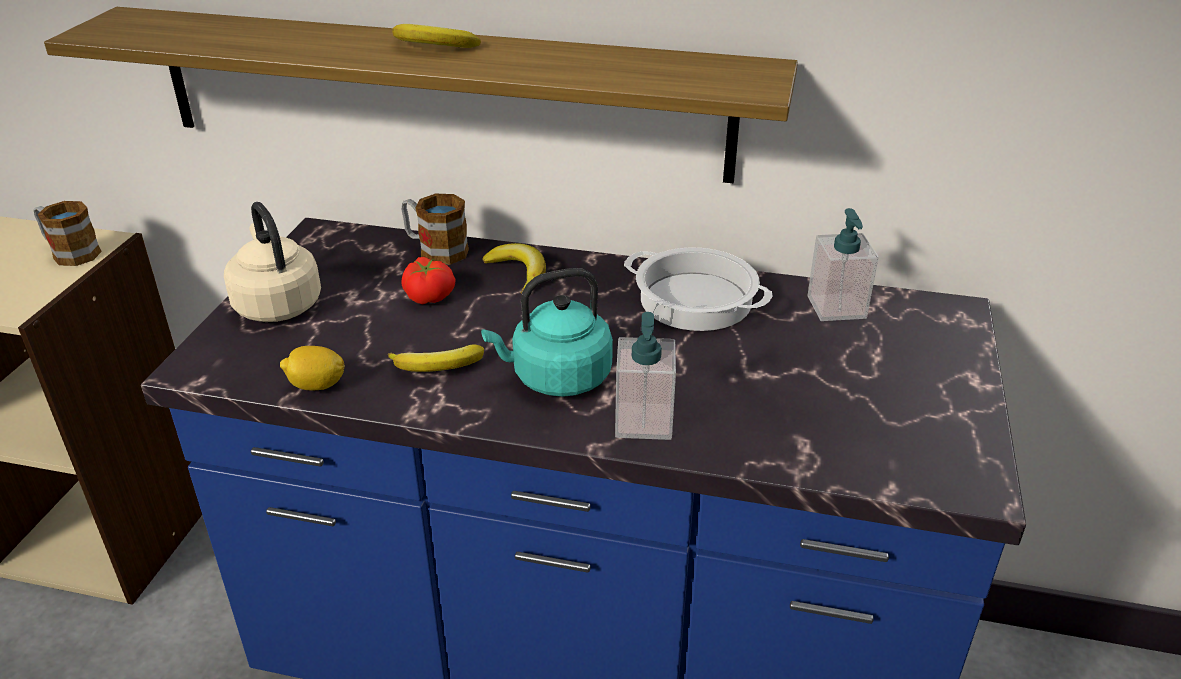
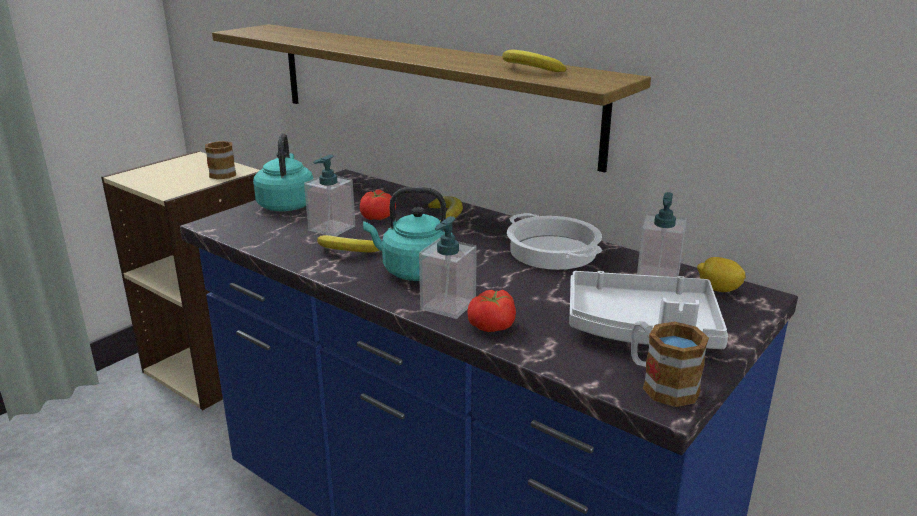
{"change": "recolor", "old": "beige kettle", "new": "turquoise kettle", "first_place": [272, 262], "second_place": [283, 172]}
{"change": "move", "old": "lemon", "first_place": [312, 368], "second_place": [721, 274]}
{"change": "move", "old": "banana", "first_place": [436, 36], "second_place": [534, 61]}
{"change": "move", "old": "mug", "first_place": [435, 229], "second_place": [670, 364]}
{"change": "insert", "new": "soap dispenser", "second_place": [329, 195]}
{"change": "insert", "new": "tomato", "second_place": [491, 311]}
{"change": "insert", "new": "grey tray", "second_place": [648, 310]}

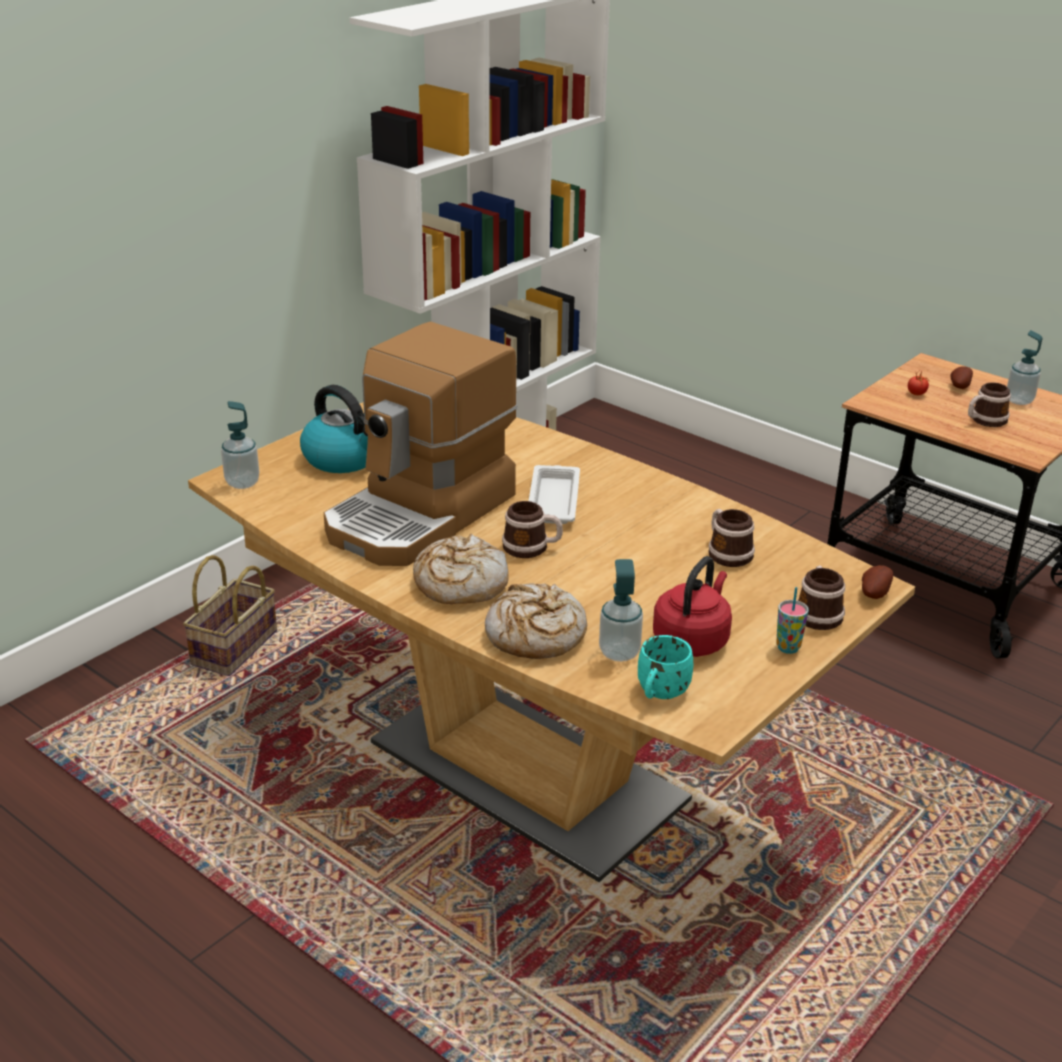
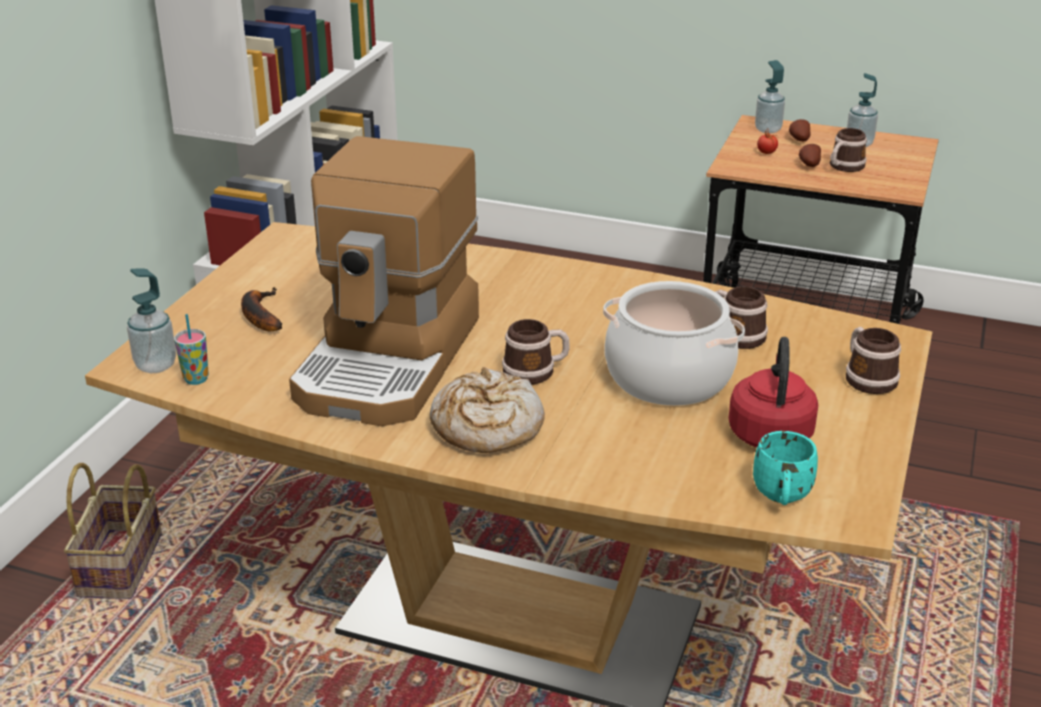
{"change": "replace", "old": "kettle", "new": "banana", "first_place": [334, 429], "second_place": [261, 309]}
{"change": "delete", "old": "bread", "first_place": [536, 621]}
{"change": "delete", "old": "white tray", "first_place": [554, 494]}
{"change": "move", "old": "soap dispenser", "first_place": [621, 610], "second_place": [770, 96]}
{"change": "move", "old": "cup", "first_place": [792, 620], "second_place": [191, 349]}
{"change": "move", "old": "potato", "first_place": [877, 582], "second_place": [810, 155]}
{"change": "insert", "new": "cooking pot", "second_place": [674, 343]}

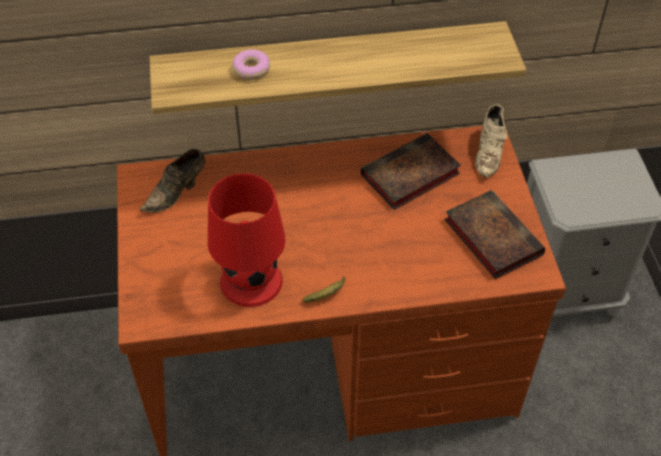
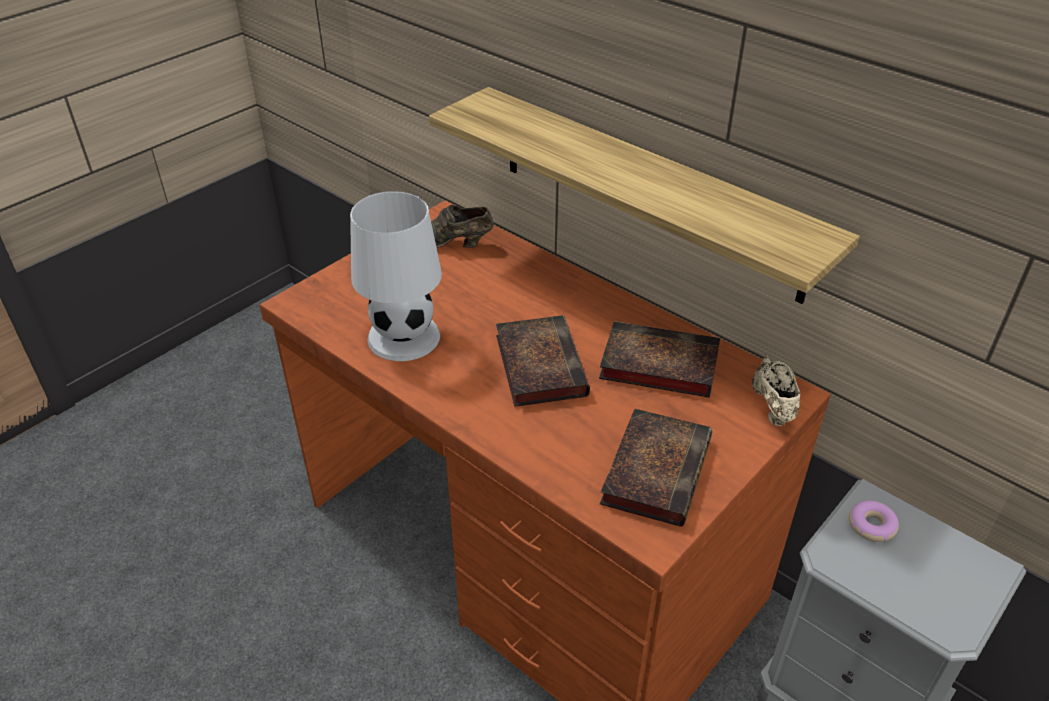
{"change": "recolor", "old": "red table lamp", "new": "white table lamp", "first_place": [247, 240], "second_place": [396, 276]}
{"change": "move", "old": "donut", "first_place": [251, 64], "second_place": [874, 521]}
{"change": "delete", "old": "banana", "first_place": [324, 290]}
{"change": "rotate", "old": "beige shoe", "first_place": [491, 141], "second_place": [776, 390], "degrees": 120}
{"change": "insert", "new": "book", "second_place": [543, 361]}

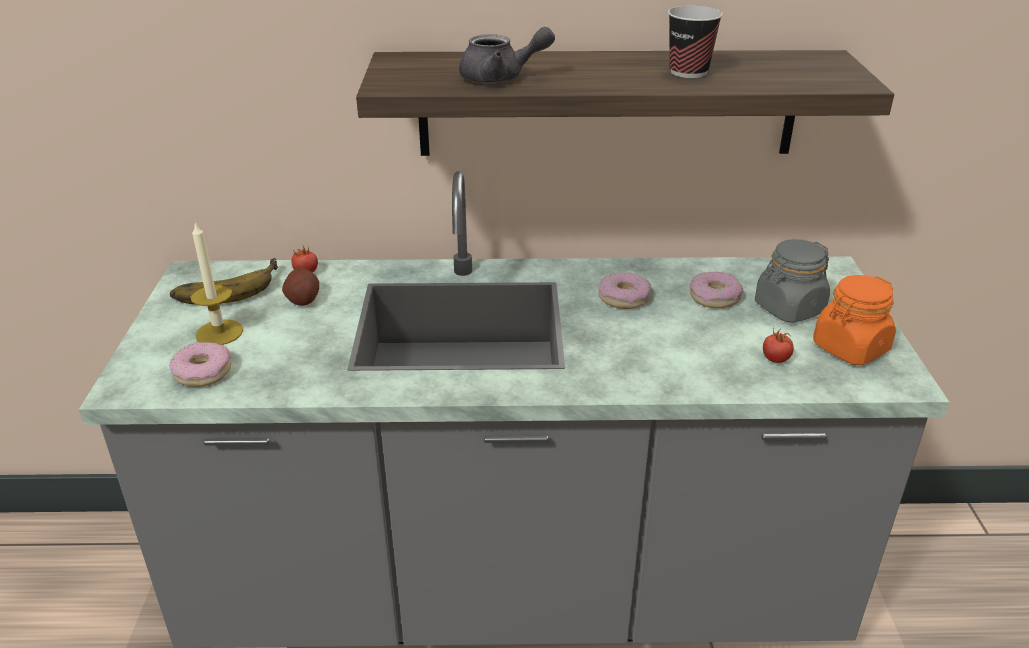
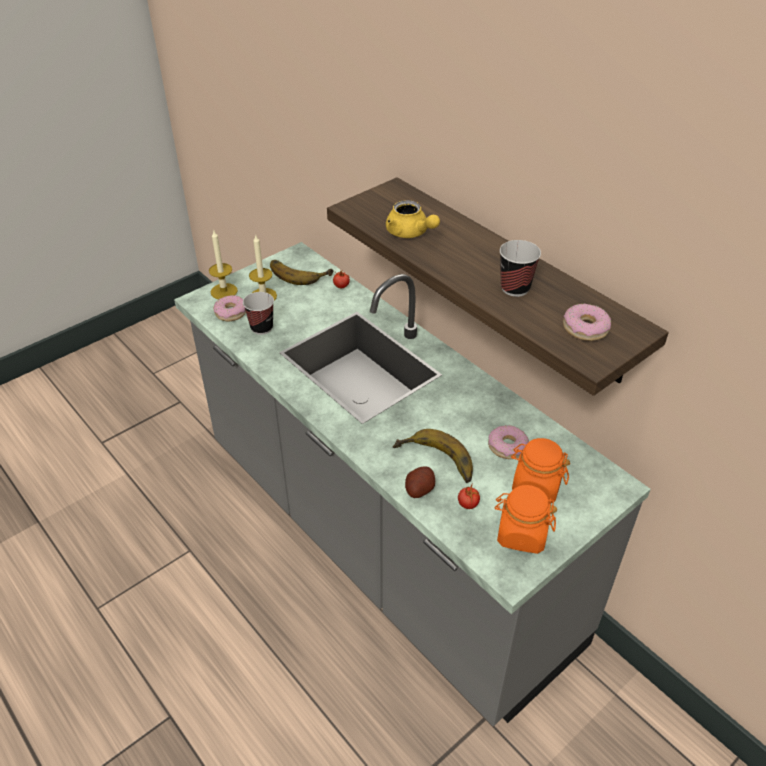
{"change": "move", "old": "potato", "first_place": [300, 287], "second_place": [420, 482]}
{"change": "recolor", "old": "grey teapot", "new": "yellow teapot", "first_place": [507, 55], "second_place": [413, 219]}
{"change": "move", "old": "donut", "first_place": [624, 290], "second_place": [587, 322]}
{"change": "recolor", "old": "grey jar", "new": "orange jar", "first_place": [792, 281], "second_place": [540, 470]}
{"change": "insert", "new": "candle", "second_place": [223, 265]}
{"change": "insert", "new": "cup", "second_place": [258, 313]}
{"change": "insert", "new": "banana", "second_place": [433, 456]}

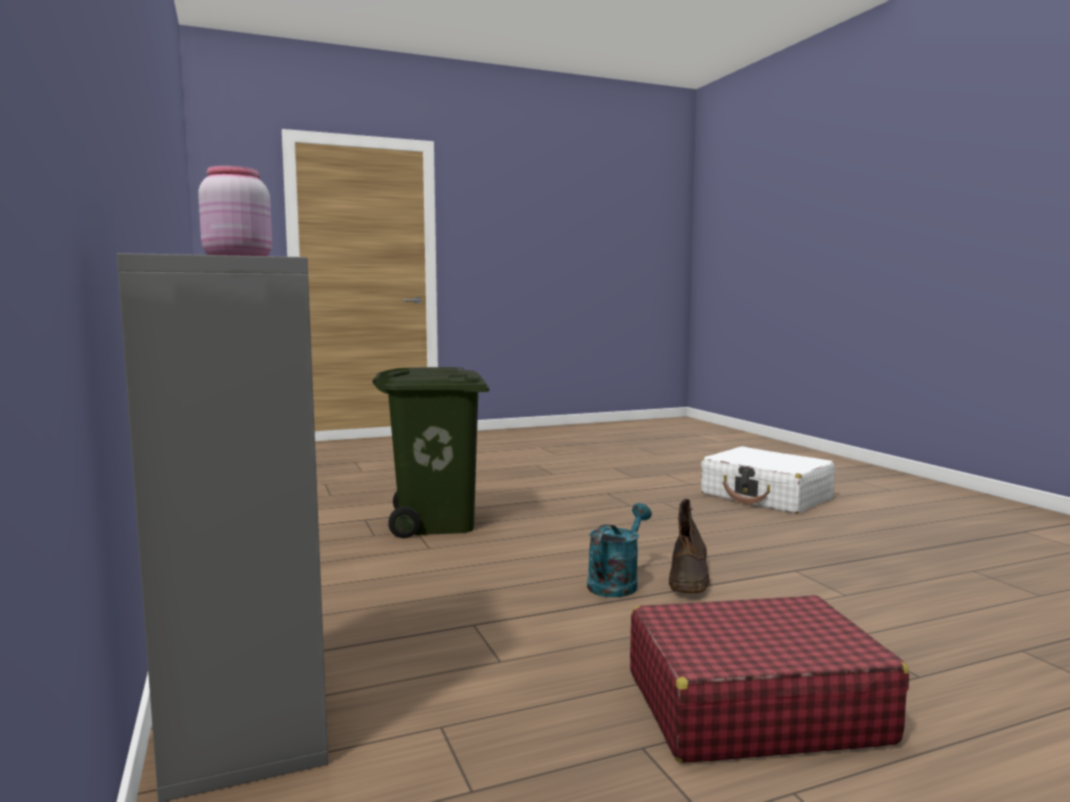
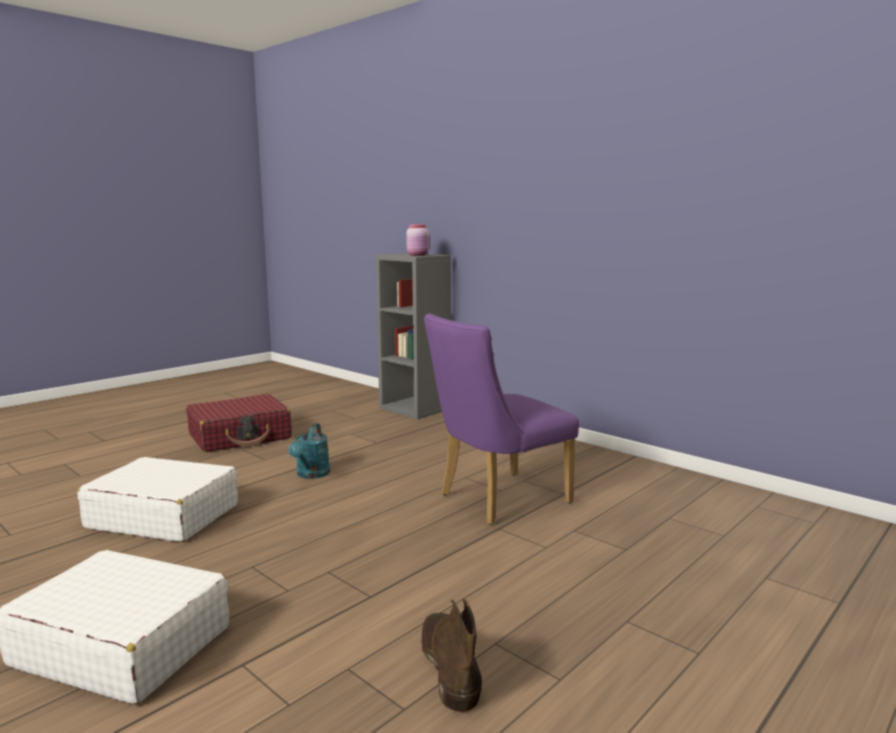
{"change": "replace", "old": "green trash can", "new": "purple chair", "first_place": [430, 452], "second_place": [501, 419]}
{"change": "move", "old": "brown boot", "first_place": [689, 546], "second_place": [451, 656]}
{"change": "insert", "new": "white suitcase", "second_place": [157, 499]}

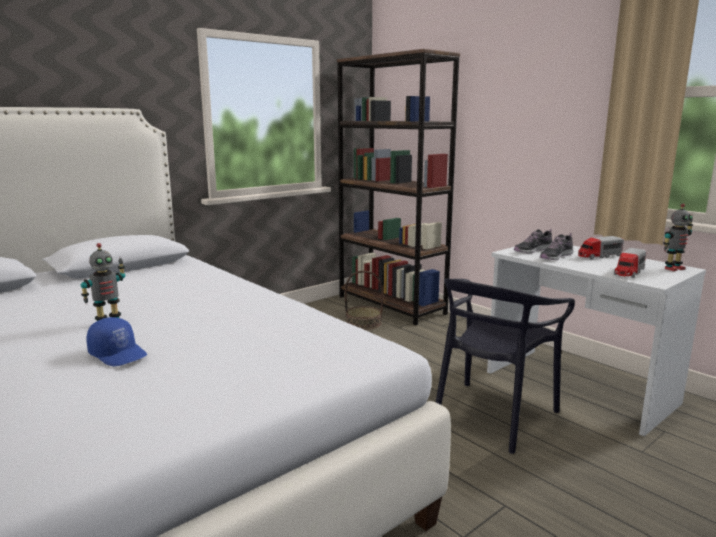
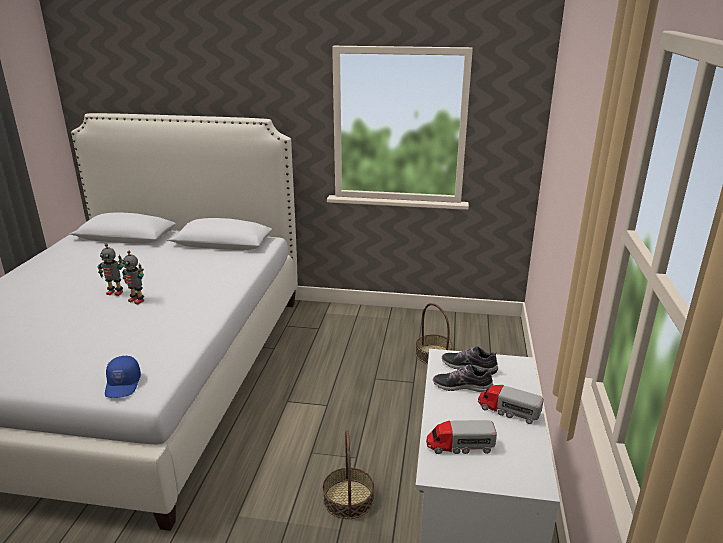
{"change": "move", "old": "blue cap", "first_place": [117, 341], "second_place": [123, 377]}
{"change": "delete", "old": "brown bookcase", "first_place": [398, 187]}
{"change": "replace", "old": "black chair", "new": "basket", "first_place": [505, 366], "second_place": [348, 474]}
{"change": "move", "old": "toy robot", "first_place": [678, 237], "second_place": [132, 277]}

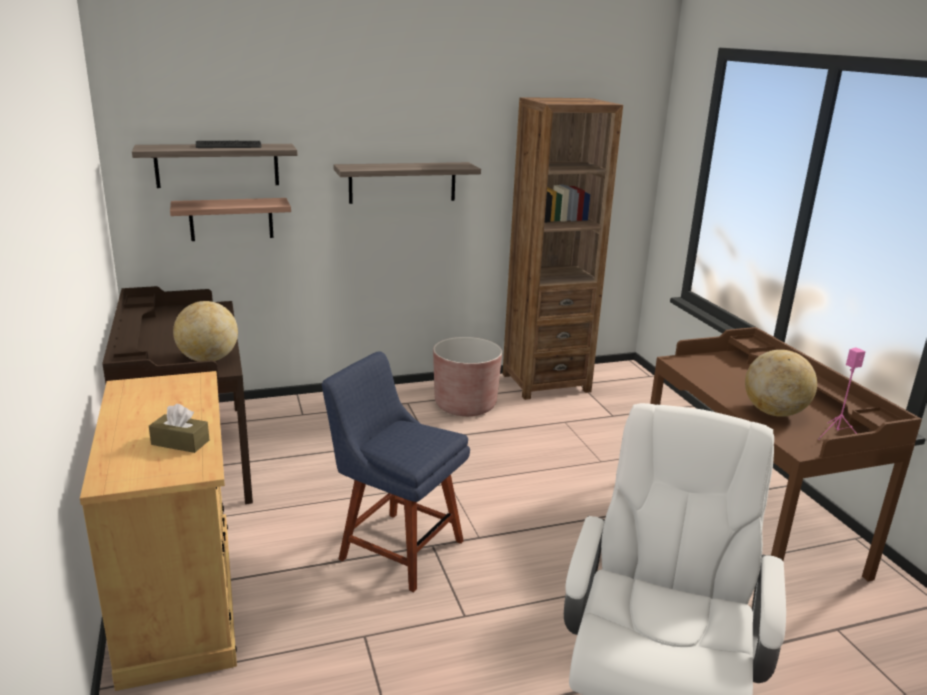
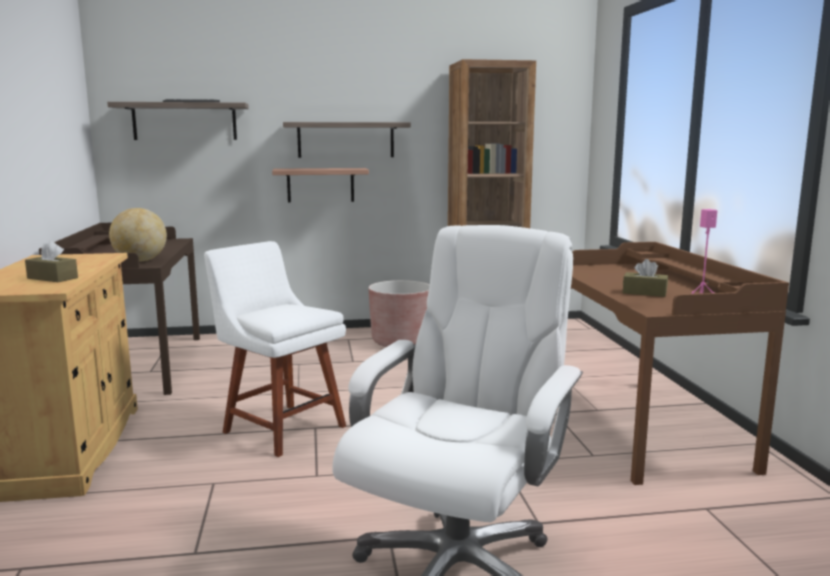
{"change": "move", "old": "shelf", "first_place": [230, 219], "second_place": [320, 185]}
{"change": "recolor", "old": "blue chair", "new": "white chair", "first_place": [396, 471], "second_place": [275, 349]}
{"change": "replace", "old": "globe", "new": "brown tissue box", "first_place": [781, 383], "second_place": [645, 278]}

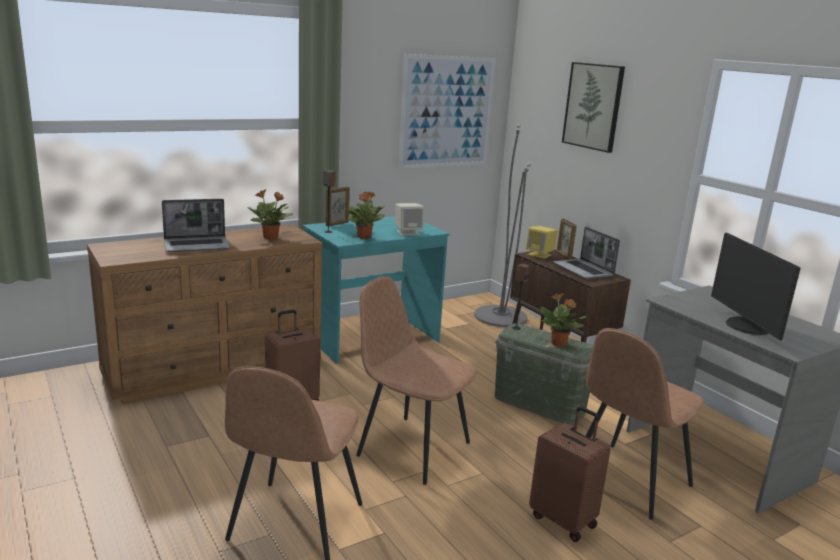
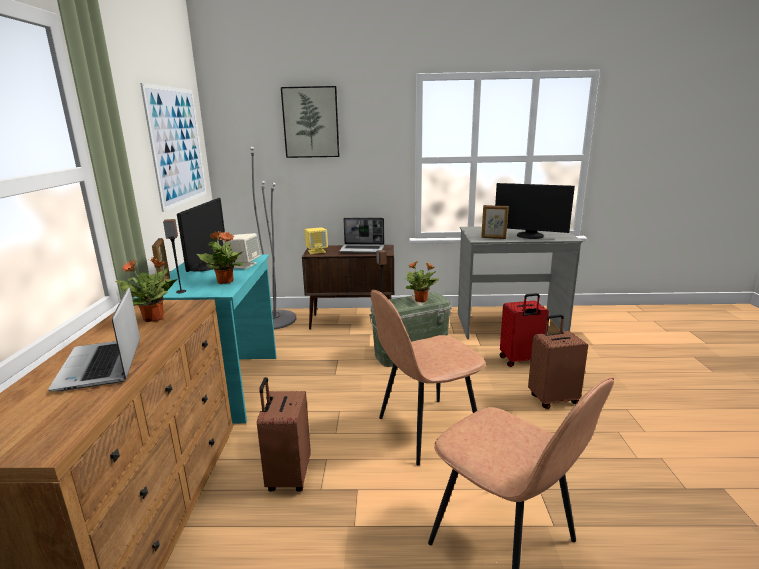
{"change": "rotate", "old": "laptop", "first_place": [196, 225], "second_place": [94, 339], "degrees": 150}
{"change": "move", "old": "picture frame", "first_place": [567, 239], "second_place": [495, 222]}
{"change": "replace", "old": "brown chair", "new": "red suitcase", "first_place": [645, 424], "second_place": [524, 330]}
{"change": "insert", "new": "monitor", "second_place": [201, 235]}

